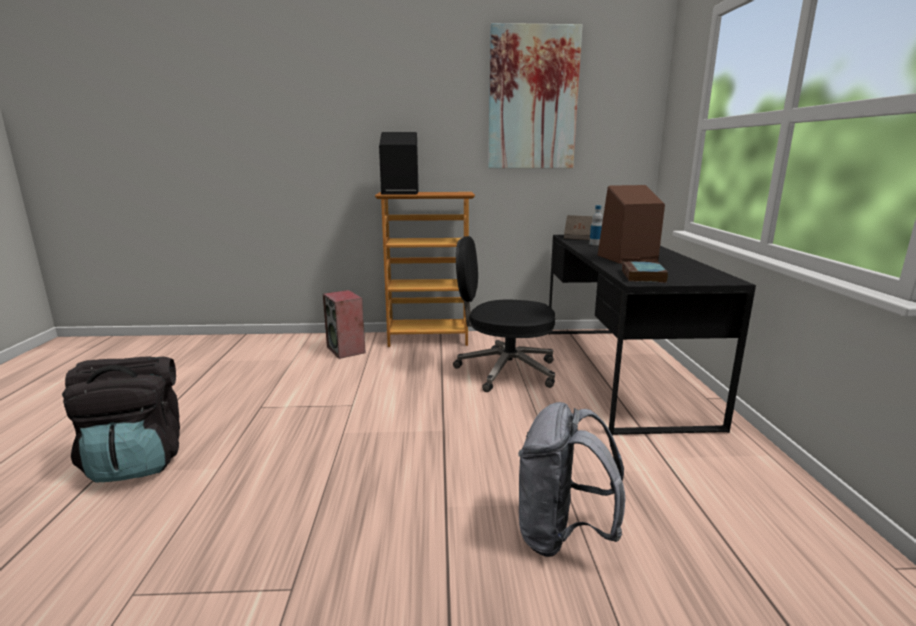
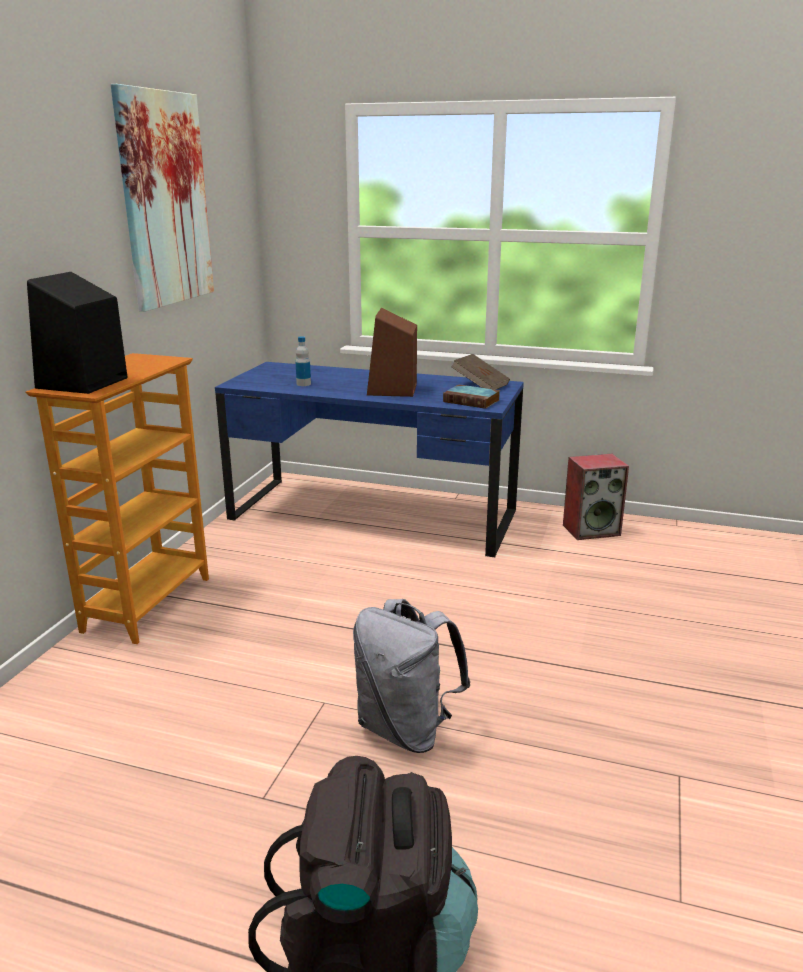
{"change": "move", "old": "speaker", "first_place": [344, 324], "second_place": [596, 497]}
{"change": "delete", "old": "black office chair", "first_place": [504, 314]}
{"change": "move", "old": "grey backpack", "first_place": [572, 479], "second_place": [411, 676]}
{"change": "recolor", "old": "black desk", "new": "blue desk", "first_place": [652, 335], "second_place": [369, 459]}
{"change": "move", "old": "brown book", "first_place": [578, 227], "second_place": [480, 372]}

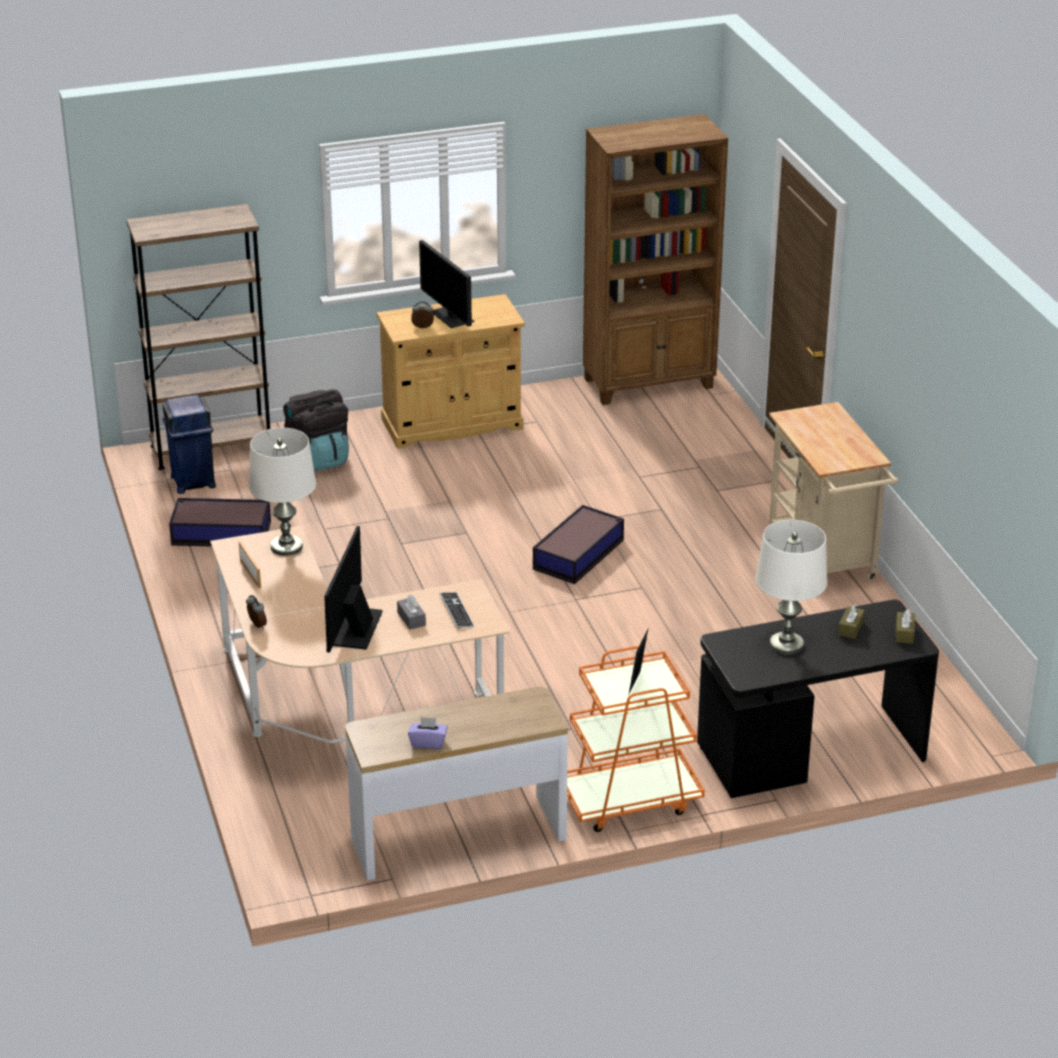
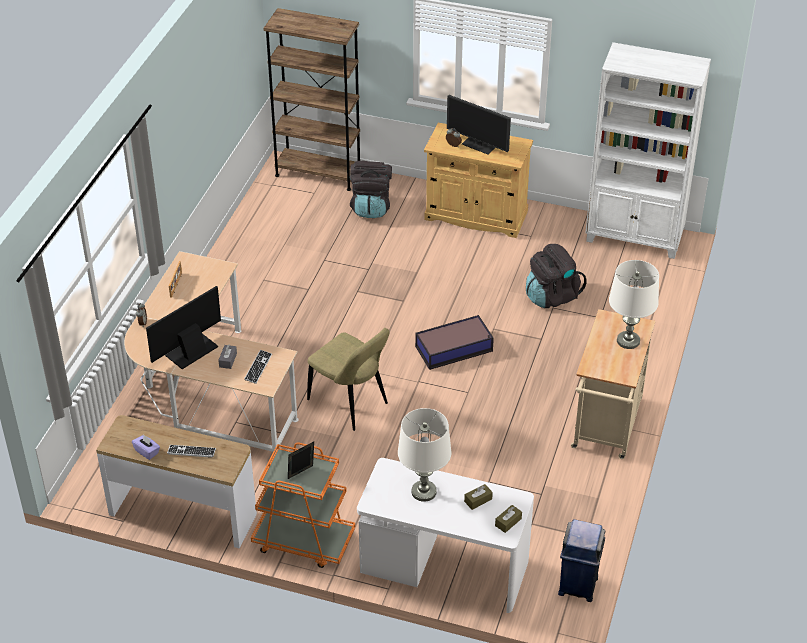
{"change": "move", "old": "blue trash can", "first_place": [189, 444], "second_place": [581, 560]}
{"change": "delete", "old": "storage box", "first_place": [220, 522]}
{"change": "move", "old": "white table lamp", "first_place": [282, 492], "second_place": [634, 304]}
{"change": "rotate", "old": "monitor", "first_place": [447, 284], "second_place": [479, 125], "degrees": -60}
{"change": "recolor", "old": "brown bookcase", "new": "white bookcase", "first_place": [655, 259], "second_place": [648, 150]}
{"change": "recolor", "old": "black desk", "new": "white desk", "first_place": [818, 699], "second_place": [445, 535]}
{"change": "insert", "new": "keyboard", "second_place": [191, 451]}
{"change": "insert", "new": "beige chair", "second_place": [348, 379]}
{"change": "insert", "new": "black backpack", "second_place": [556, 276]}

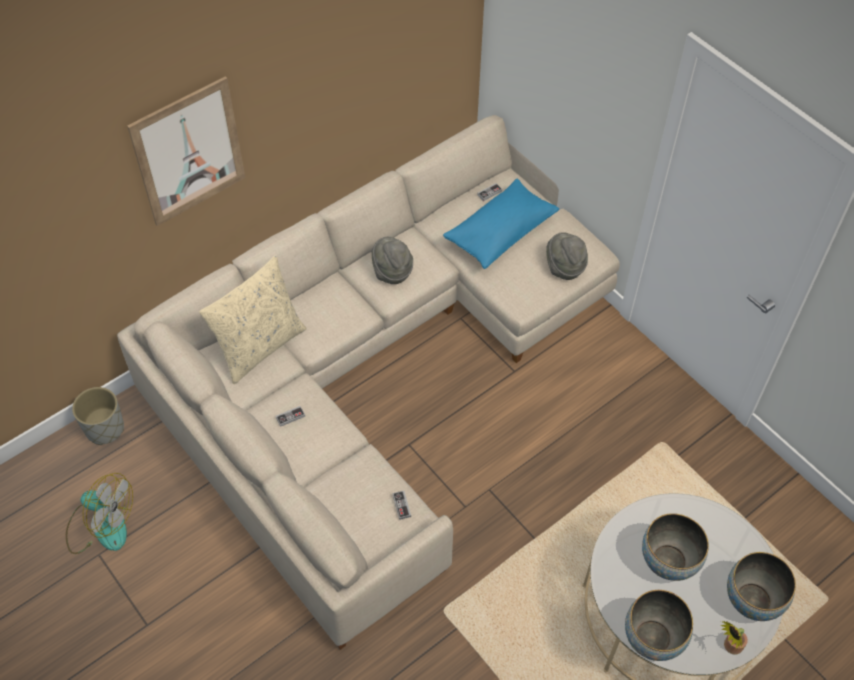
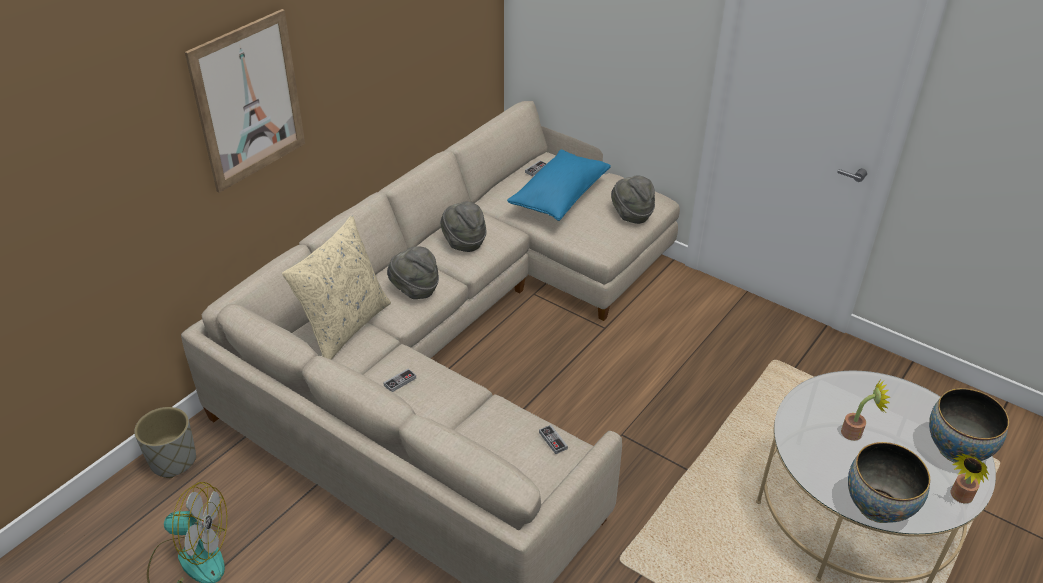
{"change": "replace", "old": "bowl", "new": "potted plant", "first_place": [675, 547], "second_place": [865, 410]}
{"change": "insert", "new": "grey hat", "second_place": [413, 272]}

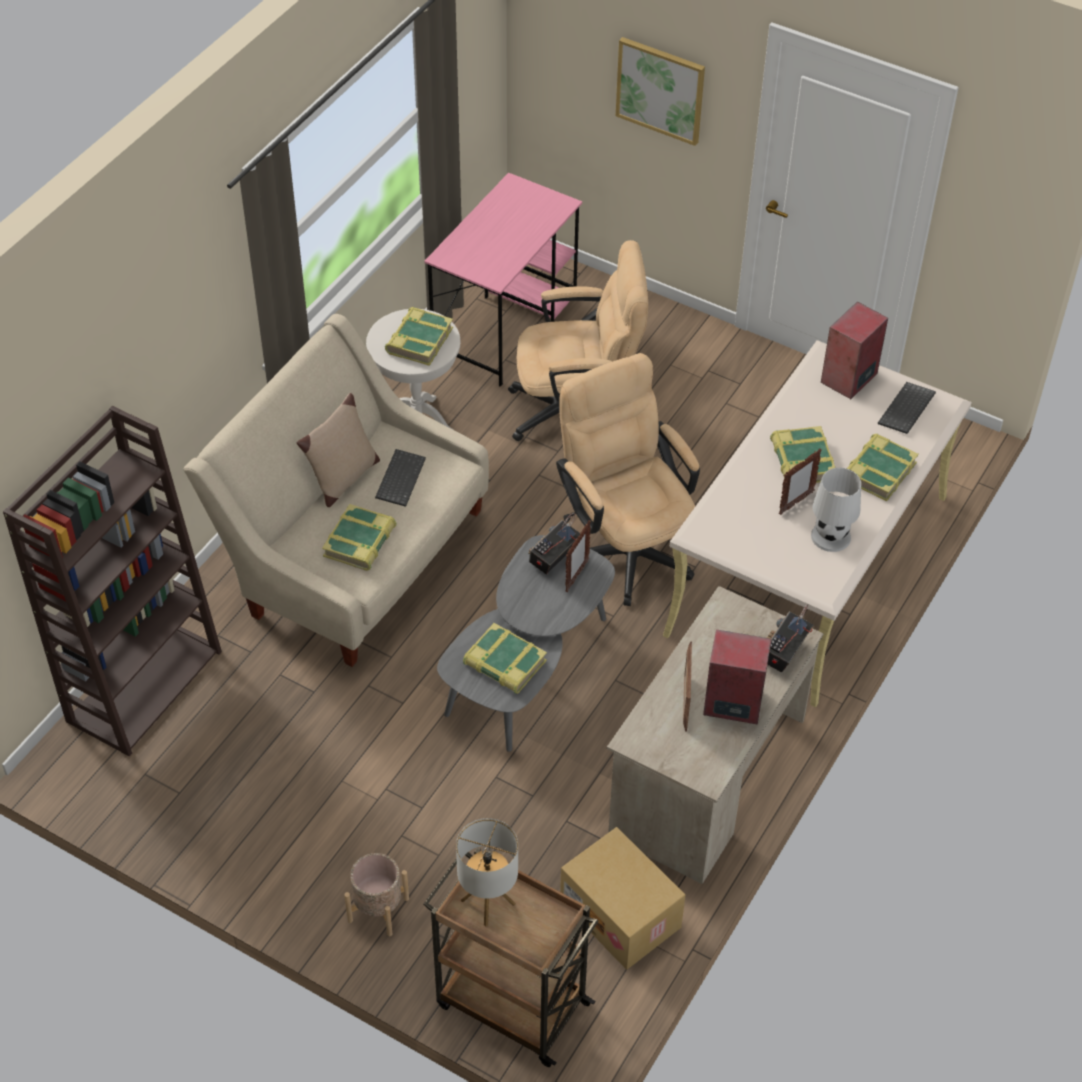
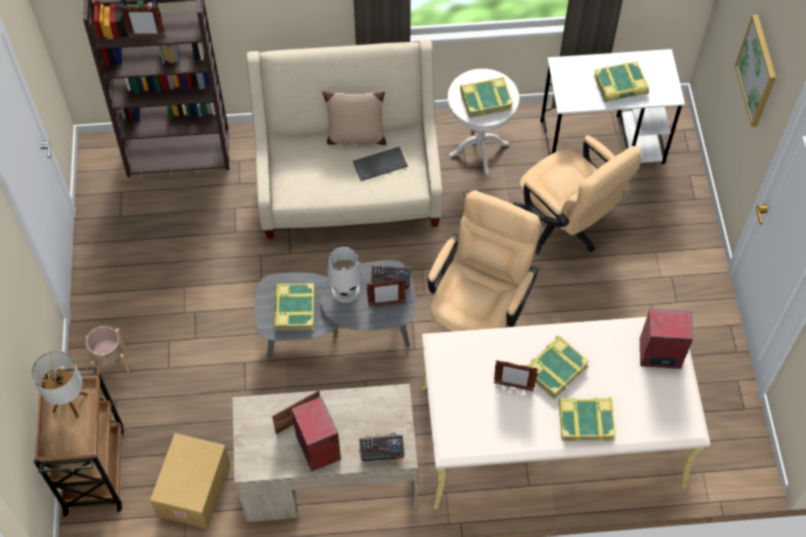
{"change": "move", "old": "book", "first_place": [359, 537], "second_place": [621, 82]}
{"change": "recolor", "old": "pink desk", "new": "white desk", "first_place": [503, 280], "second_place": [612, 106]}
{"change": "move", "old": "white table lamp", "first_place": [836, 510], "second_place": [344, 275]}
{"change": "delete", "old": "keyboard", "first_place": [907, 408]}
{"change": "insert", "new": "picture frame", "second_place": [142, 22]}

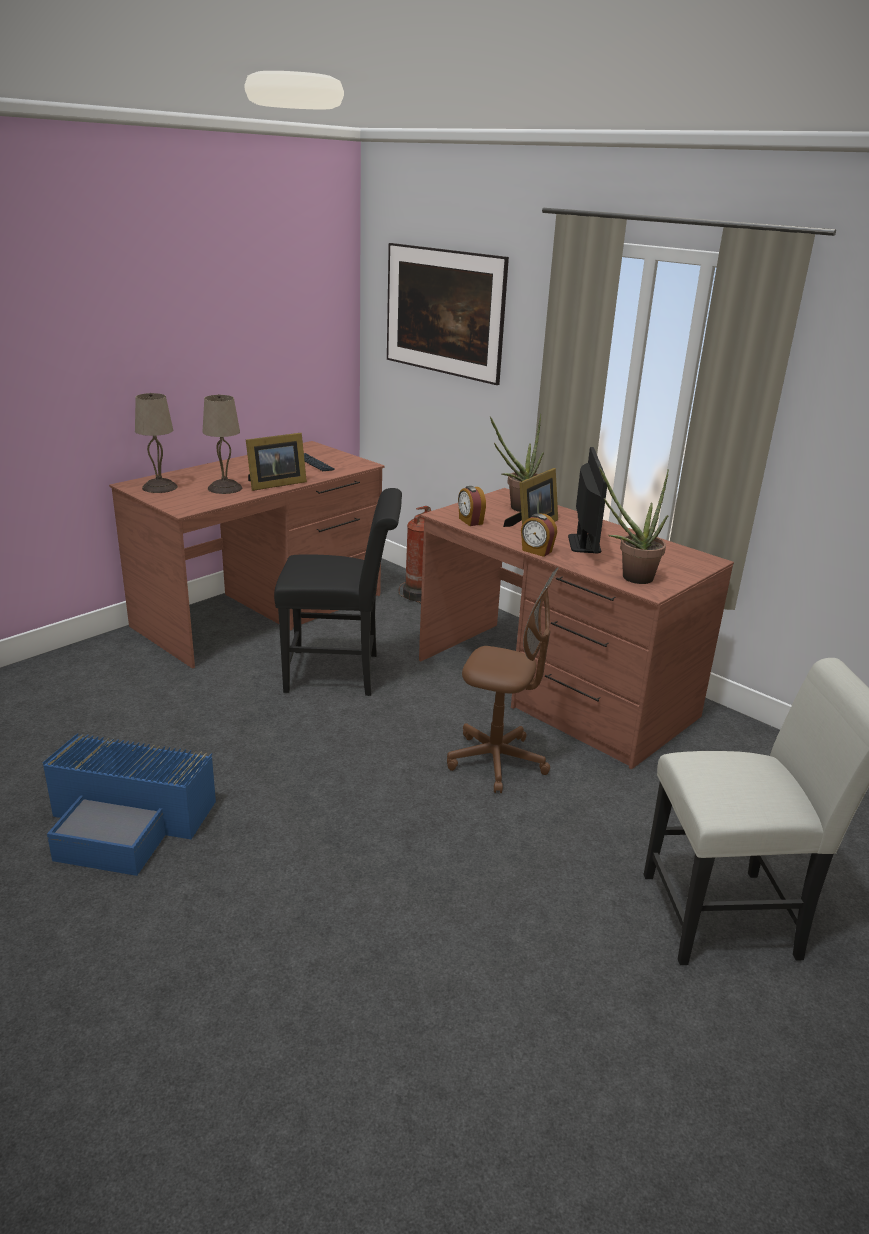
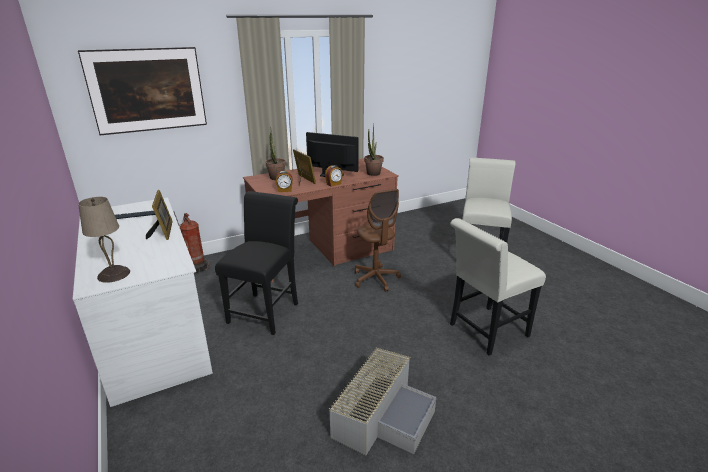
{"change": "recolor", "old": "blue storage box", "new": "grey storage box", "first_place": [129, 804], "second_place": [382, 401]}
{"change": "recolor", "old": "brown desk", "new": "white desk", "first_place": [246, 555], "second_place": [143, 302]}
{"change": "delete", "old": "beige table lamp", "first_place": [222, 444]}
{"change": "rotate", "old": "brown office chair", "first_place": [503, 680], "second_place": [378, 240], "degrees": 120}
{"change": "insert", "new": "white chair", "second_place": [498, 287]}

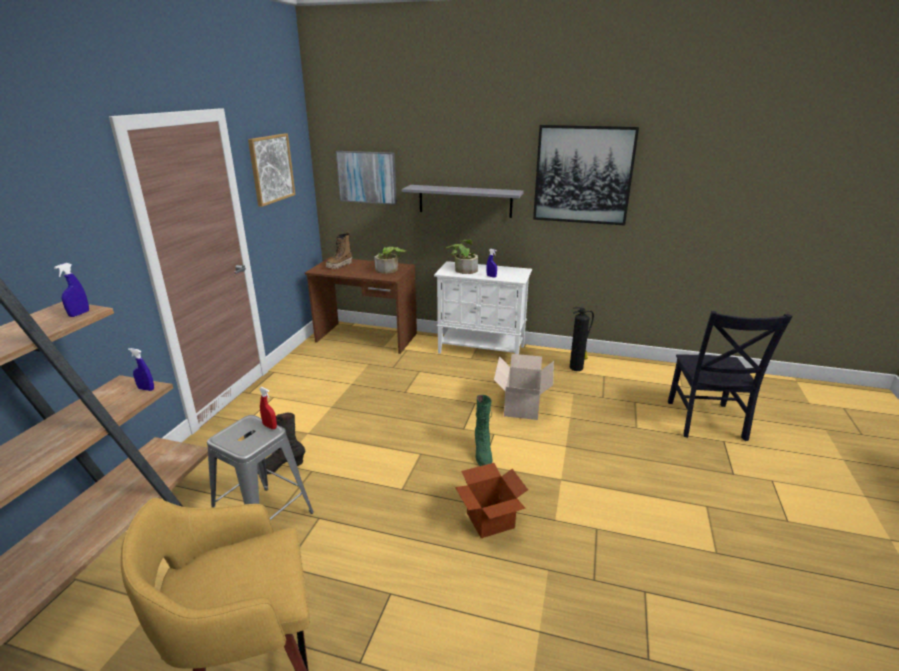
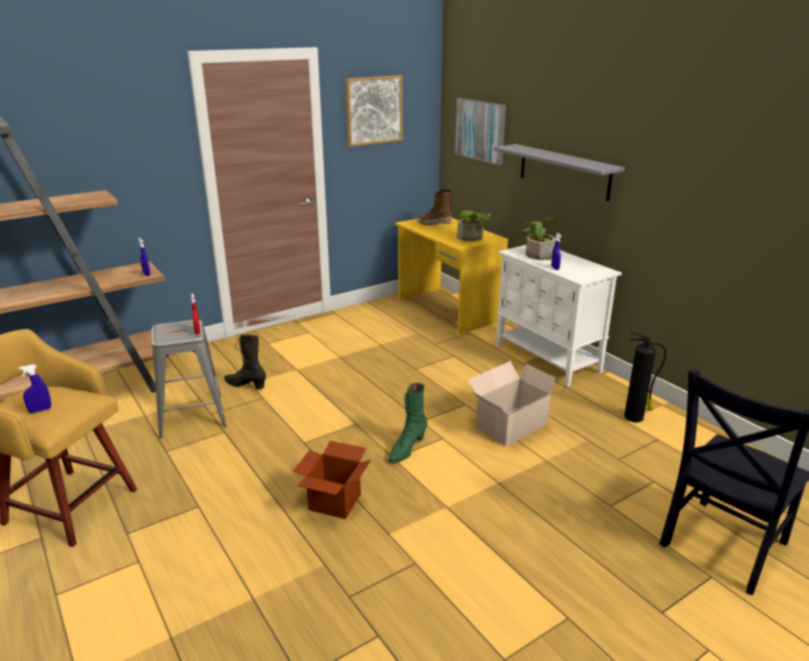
{"change": "move", "old": "blue spray bottle", "first_place": [71, 290], "second_place": [34, 388]}
{"change": "recolor", "old": "brown desk", "new": "yellow desk", "first_place": [361, 305], "second_place": [451, 276]}
{"change": "delete", "old": "picture", "first_place": [586, 175]}

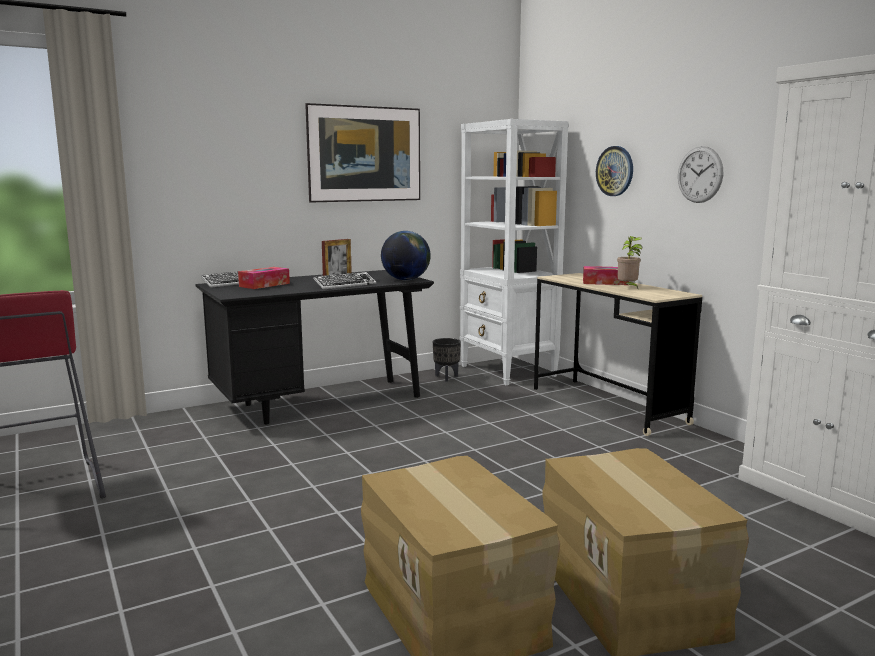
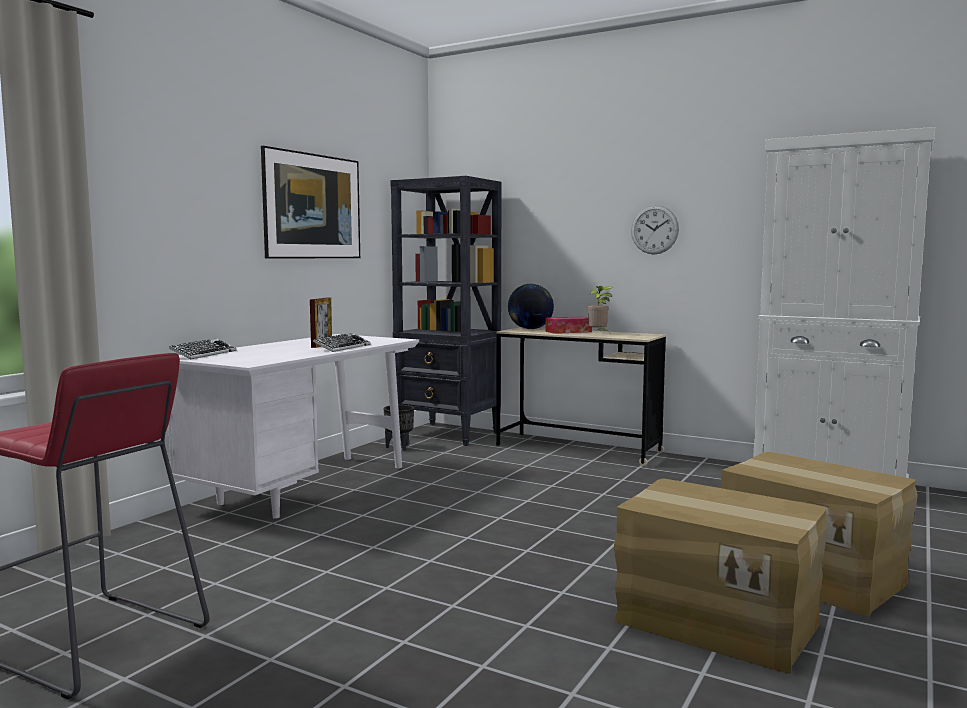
{"change": "recolor", "old": "black desk", "new": "white desk", "first_place": [315, 347], "second_place": [293, 426]}
{"change": "delete", "old": "tissue box", "first_place": [264, 278]}
{"change": "move", "old": "globe", "first_place": [406, 255], "second_place": [531, 306]}
{"change": "recolor", "old": "white bookcase", "new": "black bookcase", "first_place": [514, 252], "second_place": [446, 311]}
{"change": "delete", "old": "wall clock", "first_place": [614, 171]}

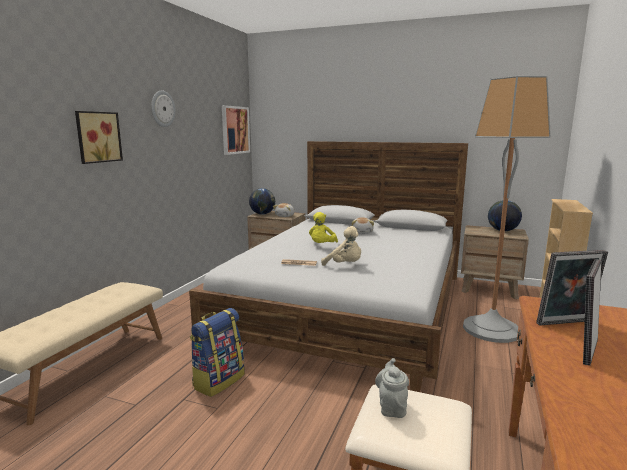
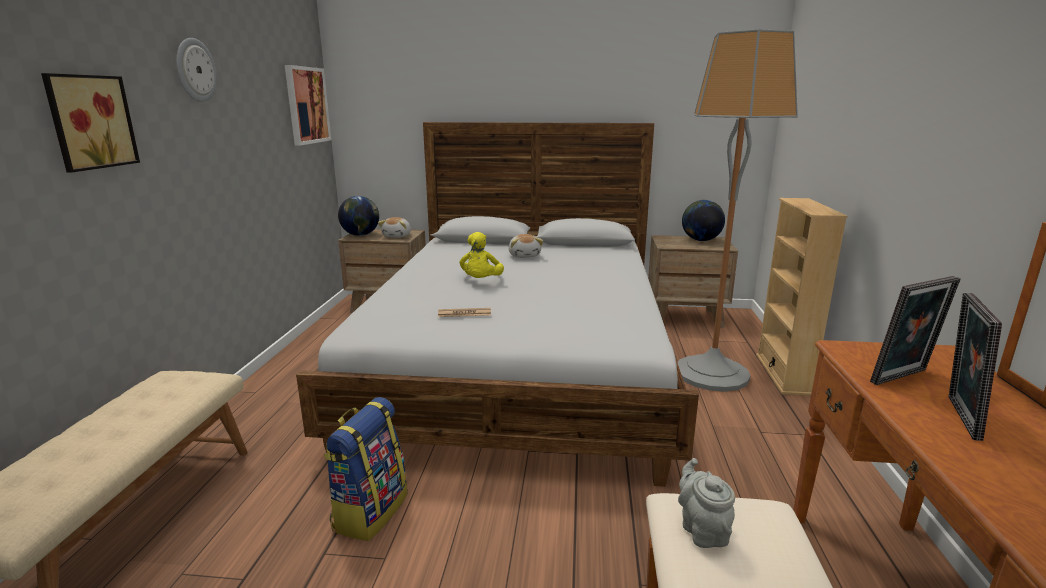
{"change": "delete", "old": "beige plush toy", "first_place": [341, 246]}

